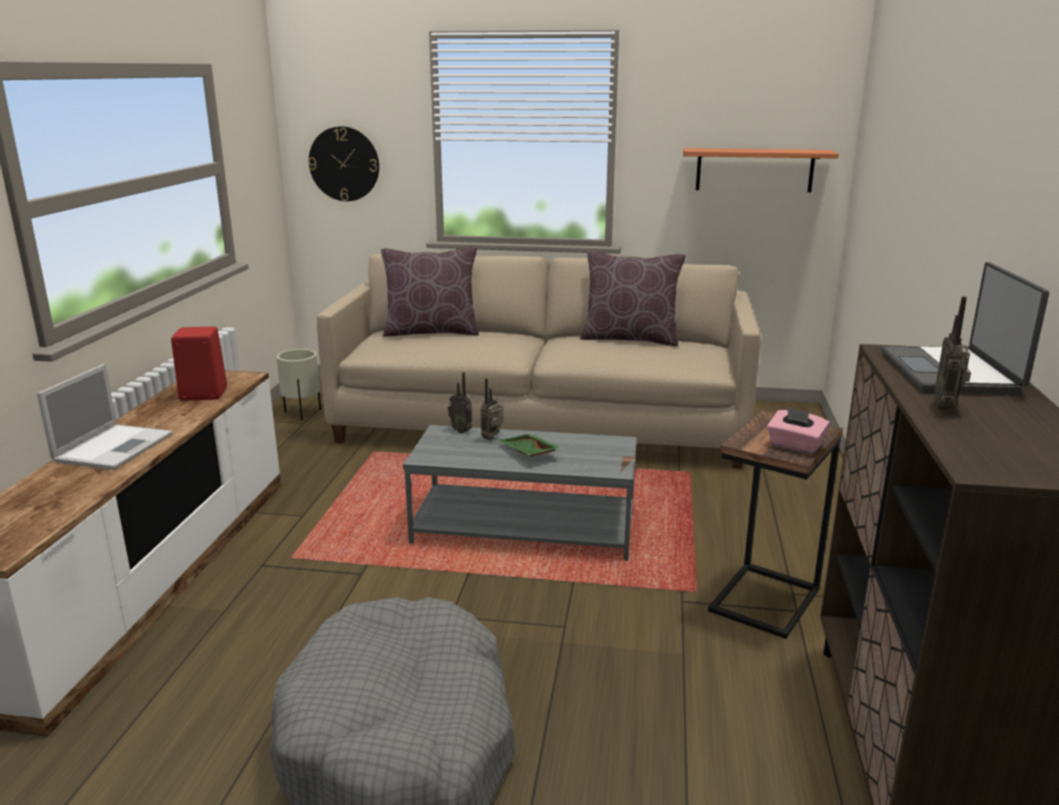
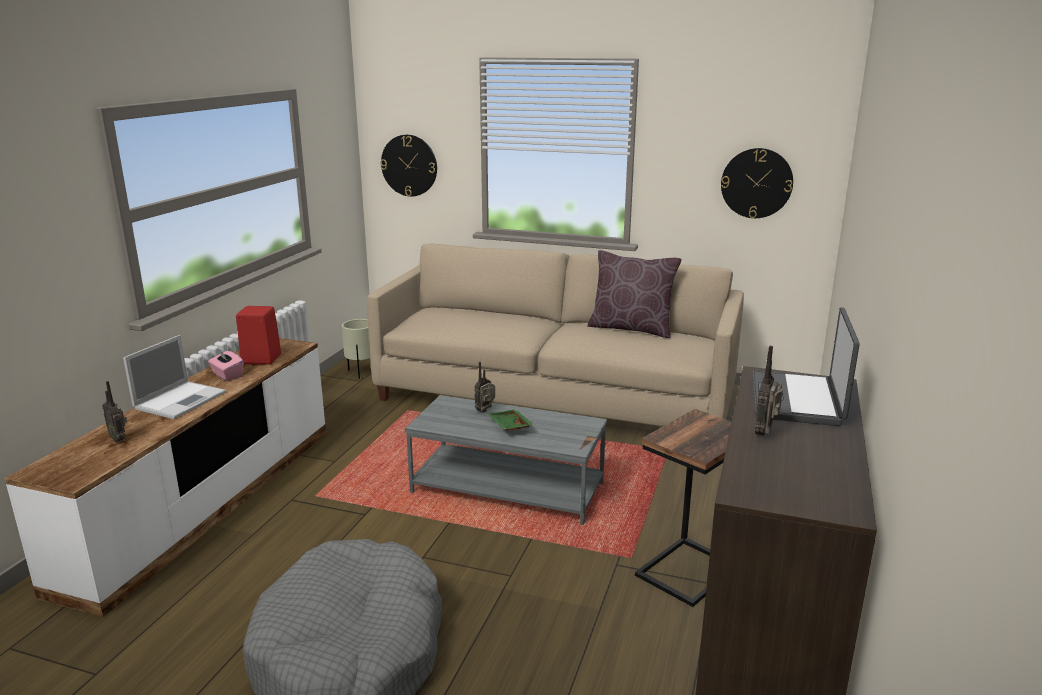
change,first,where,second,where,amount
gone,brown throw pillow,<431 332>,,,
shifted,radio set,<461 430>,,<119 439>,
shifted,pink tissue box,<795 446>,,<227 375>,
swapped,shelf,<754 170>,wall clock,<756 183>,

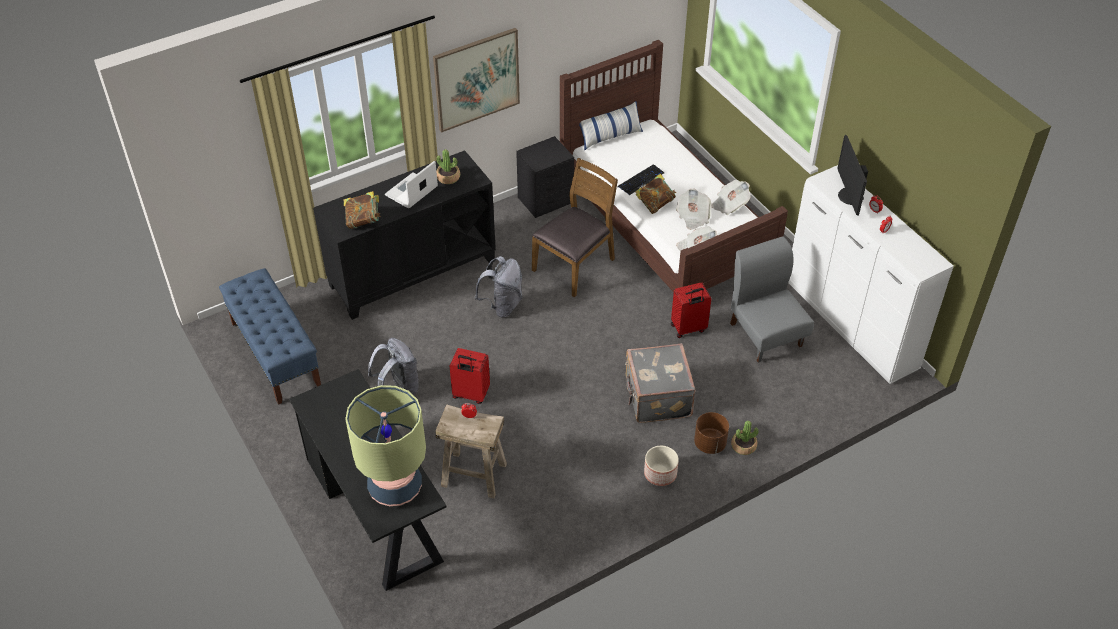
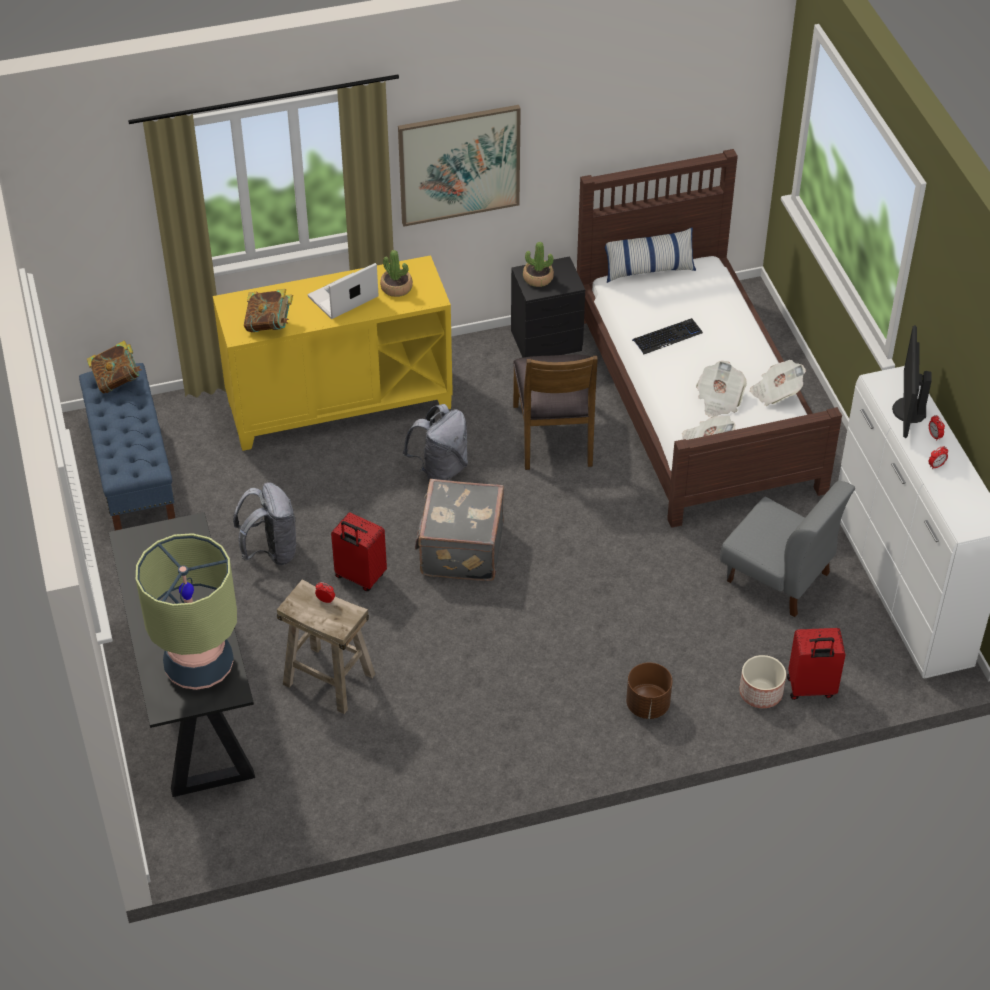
change,first,where,second,where,amount
shifted,grey travel case,<656 398>,,<460 550>,
shifted,volume,<655 204>,,<117 381>,
shifted,plant pot,<660 474>,,<760 693>,
shifted,reddish travel case,<688 328>,,<811 688>,
shifted,potted plant,<743 446>,,<538 278>,
repainted,blackish cabinet,<412 272>,yellowish cabinet,<339 404>,
rotated,brown upright chair,<575 265>,,<554 435>,120 degrees clockwise
rotated,grey upright chair,<766 334>,,<778 577>,135 degrees clockwise

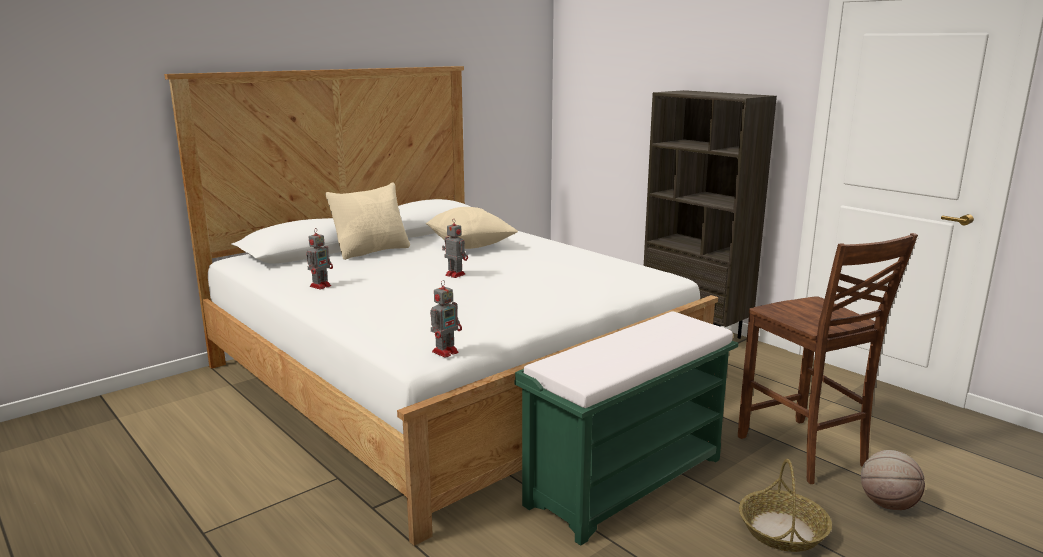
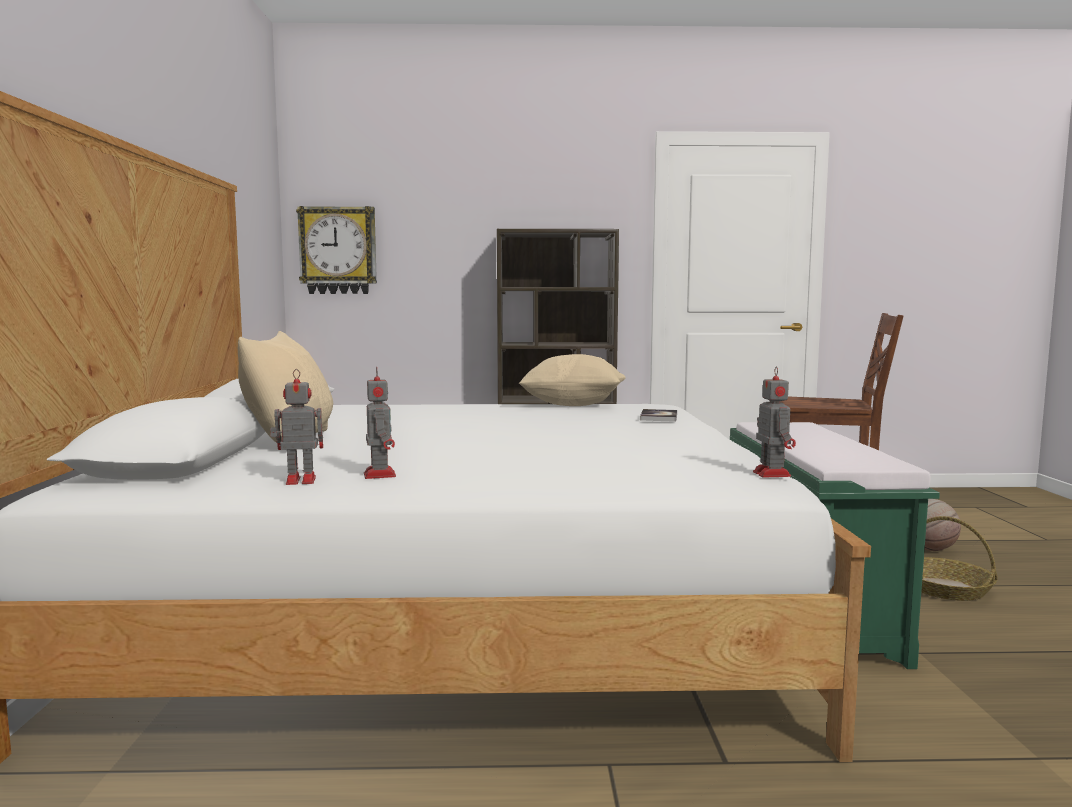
change,first,where,second,where,amount
new,,,wall clock,<338 250>,
new,,,volume,<659 417>,
shifted,sand-coloured throw pillow,<470 246>,,<573 405>,
shifted,toy robot,<454 274>,,<298 480>,

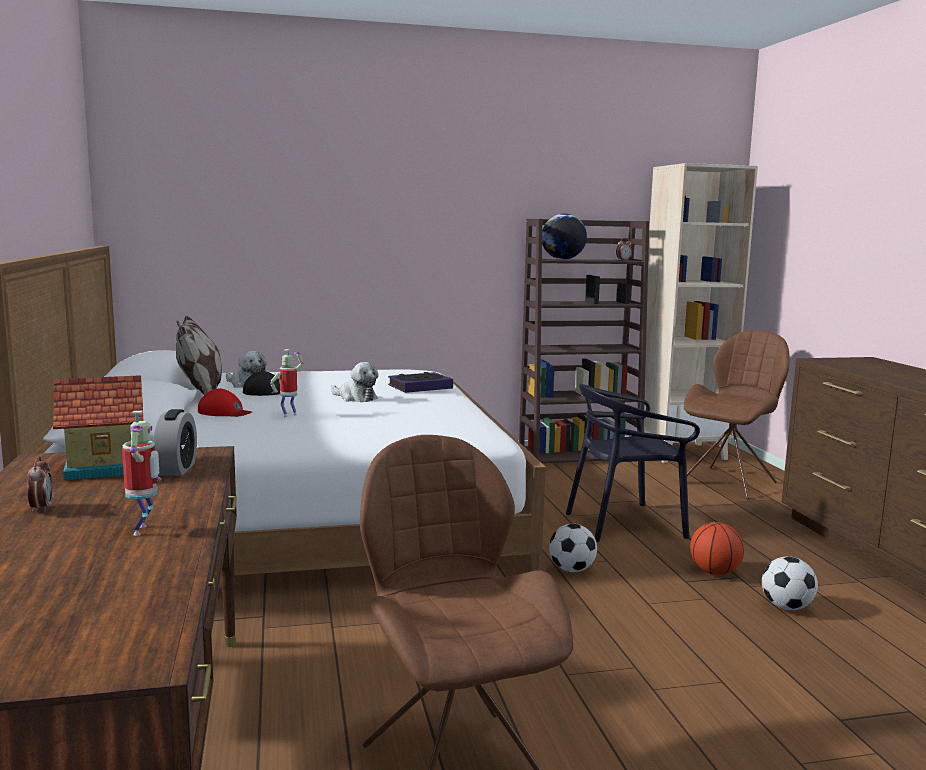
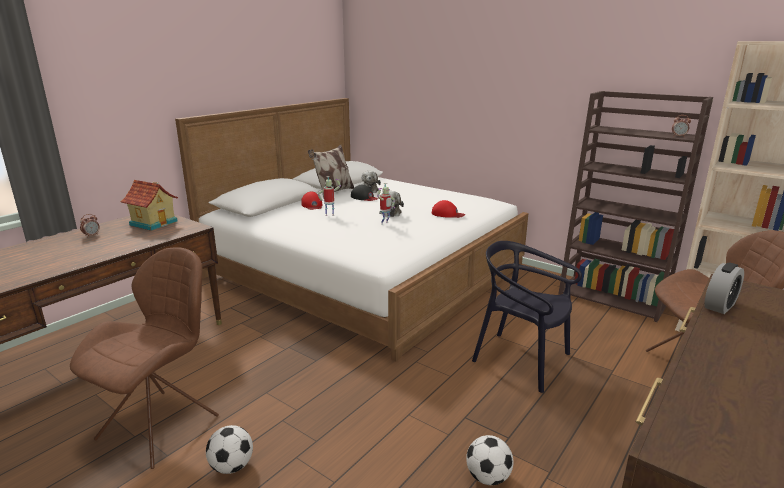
change,first,where,second,where,amount
gone,desk globe,<562 259>,,,
gone,basketball ball,<714 572>,,,
shifted,toy robot,<144 530>,,<385 223>,
shifted,table clock,<177 469>,,<719 306>,
shifted,football ball,<571 570>,,<232 466>,
swapped,volume,<420 387>,reddish cap,<447 214>,

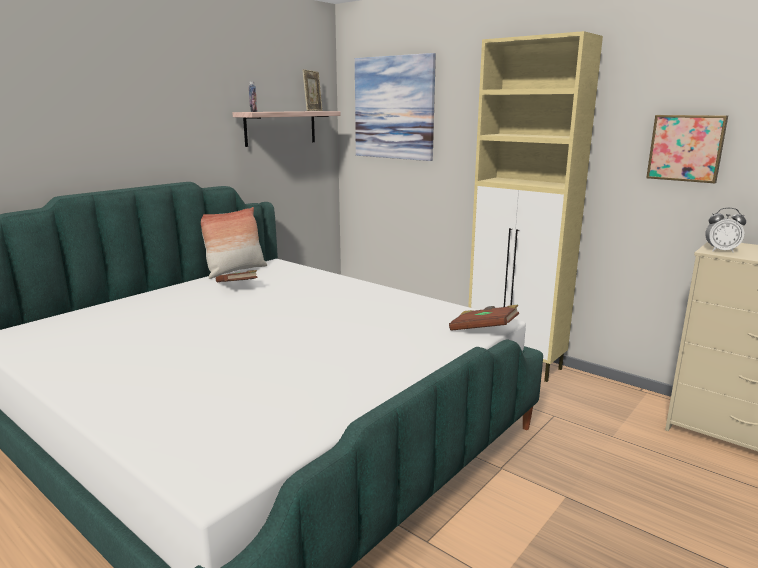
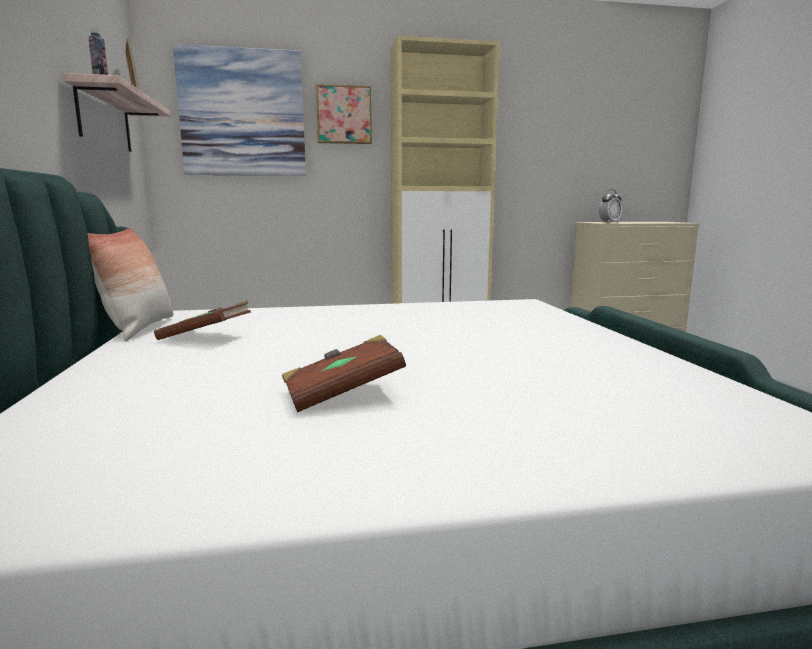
change,first,where,second,where,amount
shifted,brown volume,<483 330>,,<342 394>,
shifted,picture,<686 148>,,<344 115>,

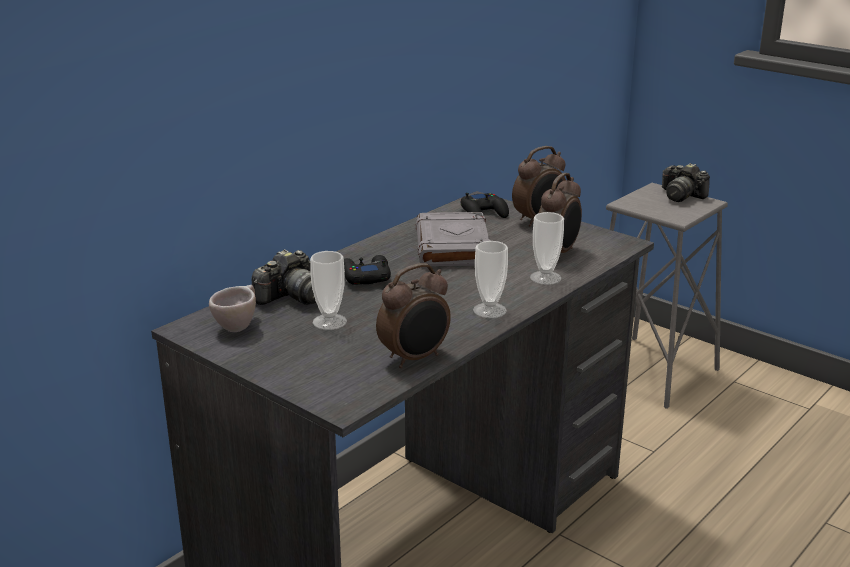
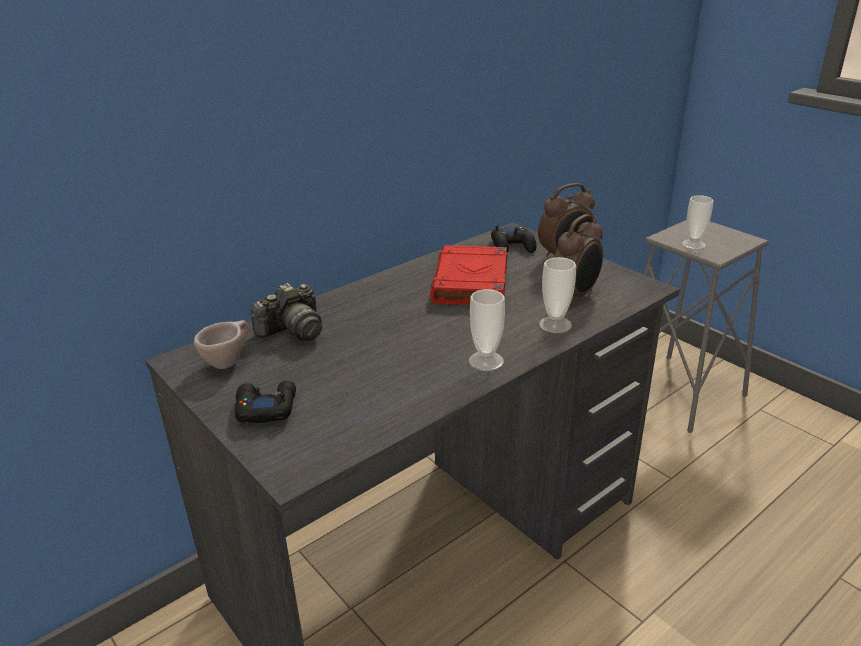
change,first,where,second,where,amount
gone,table clock,<415 358>,,,
gone,photo camera,<681 196>,,,
shifted,small cup,<329 322>,,<693 244>,
shifted,blackish game controller,<365 277>,,<266 408>,
repainted,grey volume,<453 247>,reddish volume,<471 283>,

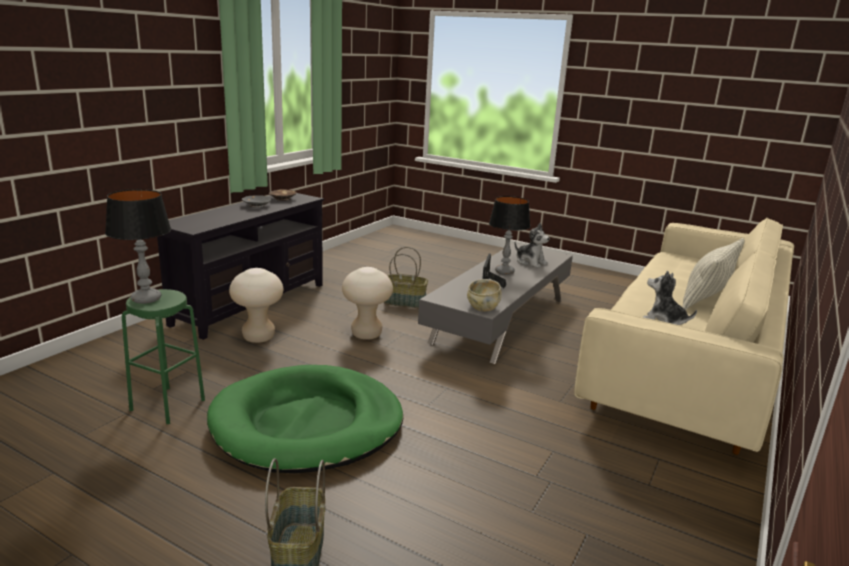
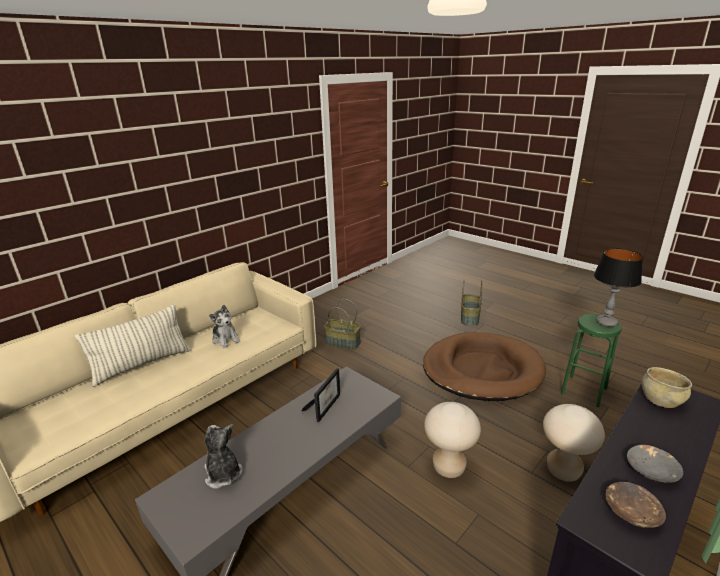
change,first,where,second,where,amount
gone,tabletop lamp,<504 272>,,,
shifted,basket,<405 302>,,<342 343>,
shifted,sand-coloured deep dish,<483 307>,,<661 400>,
repainted,greenish dog cushion,<307 424>,brown dog cushion,<482 370>,

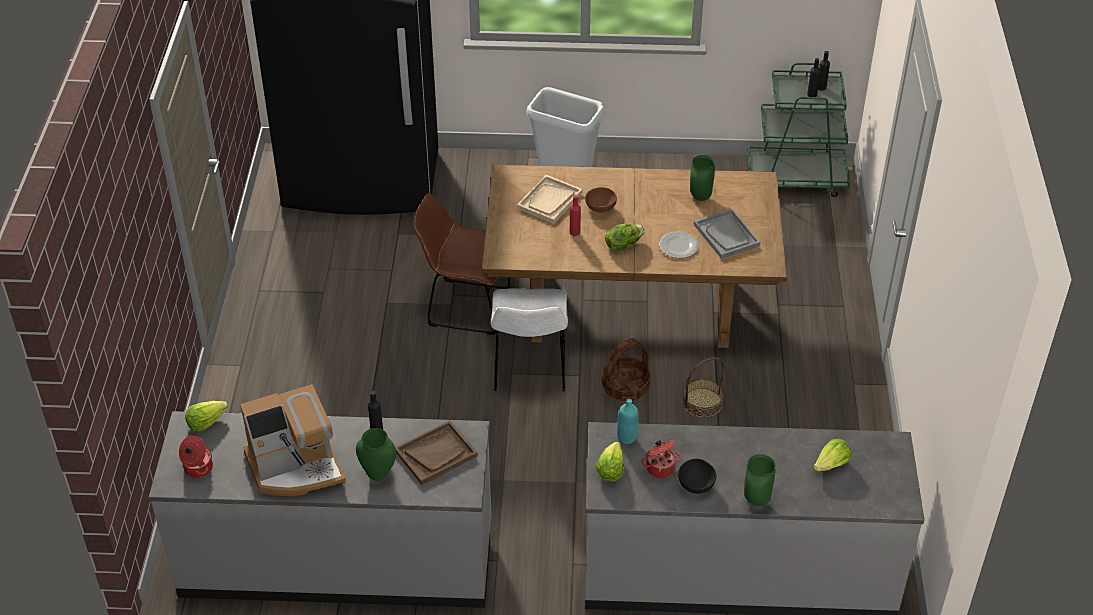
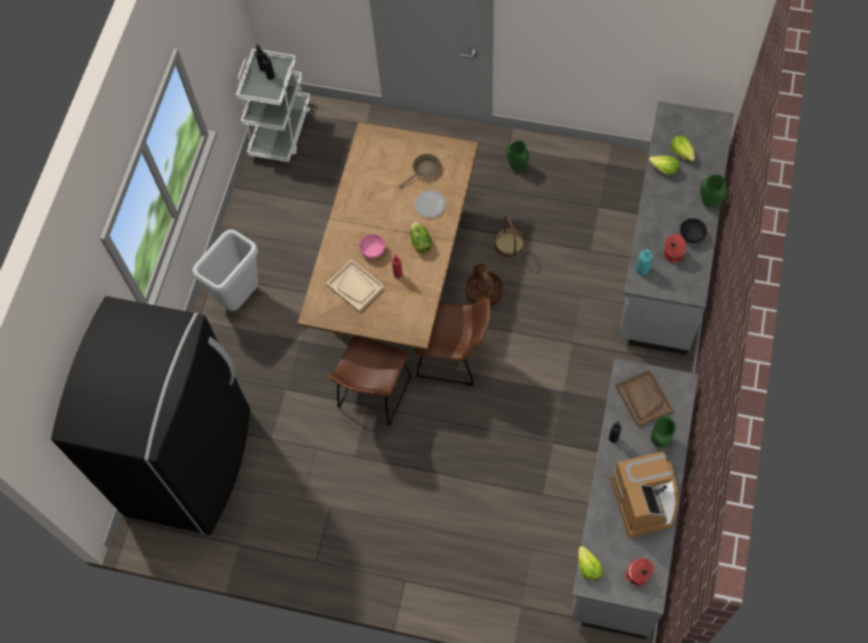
change,first,where,second,where,amount
shifted,lettuce,<610 469>,,<664 169>,
shifted,greenish vase,<701 197>,,<517 166>,
swapped,grey carrying tray,<726 235>,brown skillet,<424 170>,
repainted,whitish upright chair,<530 370>,brown upright chair,<454 357>,
repainted,brown deep dish,<600 208>,pink deep dish,<373 251>,
repainted,greenish wheeled cart,<797 178>,whitish wheeled cart,<280 130>,

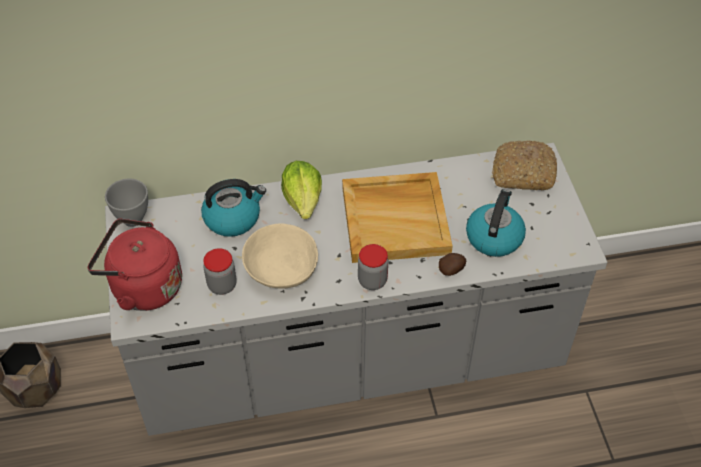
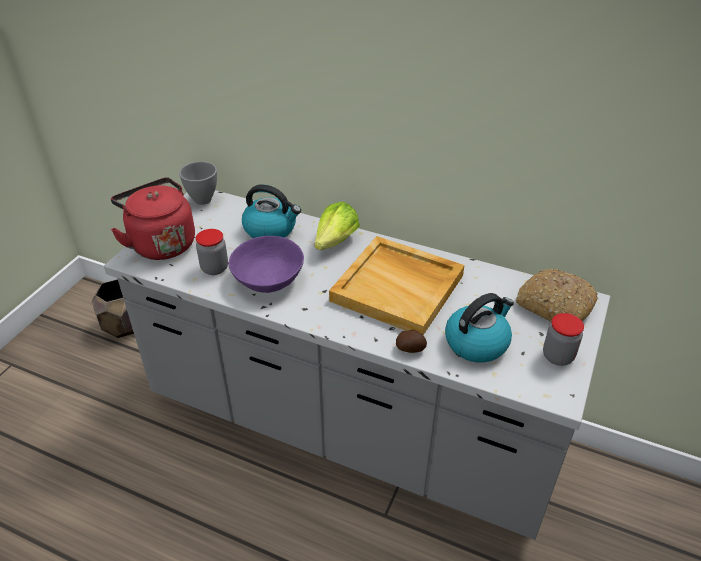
change,first,where,second,where,amount
shifted,storage jar,<372 281>,,<558 356>,
repainted,sand-coloured deep dish,<280 270>,purple deep dish,<268 279>,

